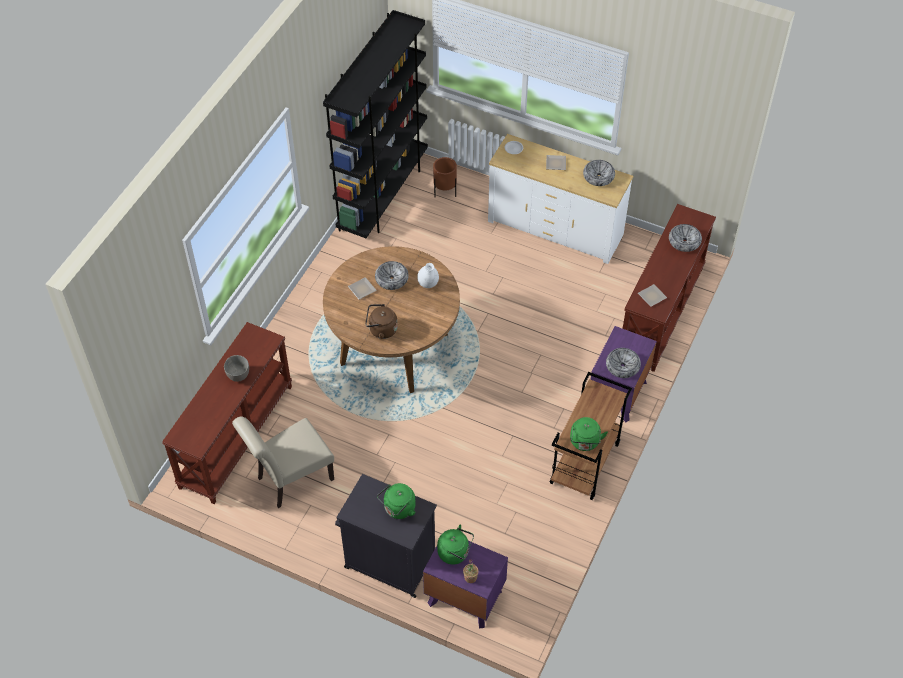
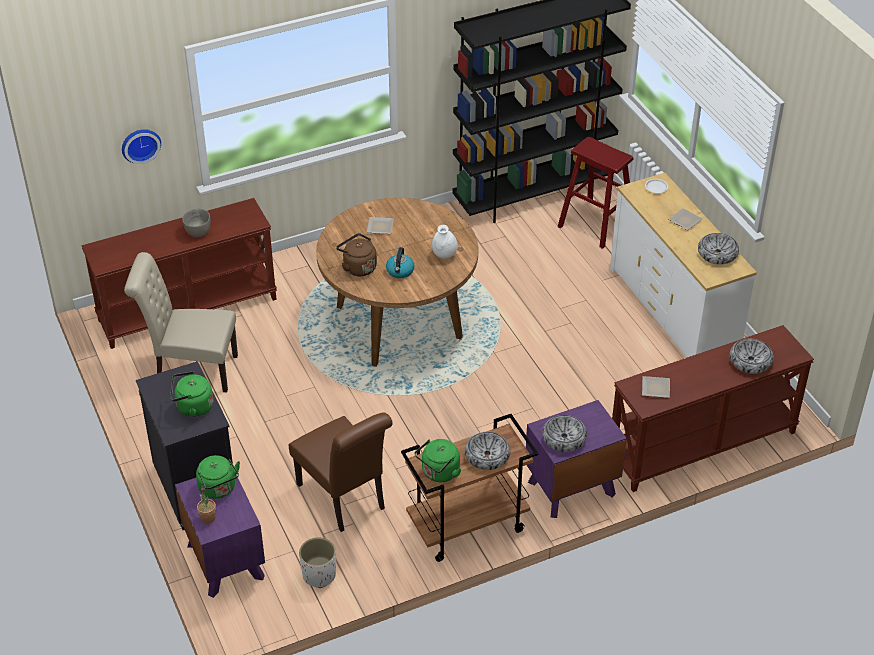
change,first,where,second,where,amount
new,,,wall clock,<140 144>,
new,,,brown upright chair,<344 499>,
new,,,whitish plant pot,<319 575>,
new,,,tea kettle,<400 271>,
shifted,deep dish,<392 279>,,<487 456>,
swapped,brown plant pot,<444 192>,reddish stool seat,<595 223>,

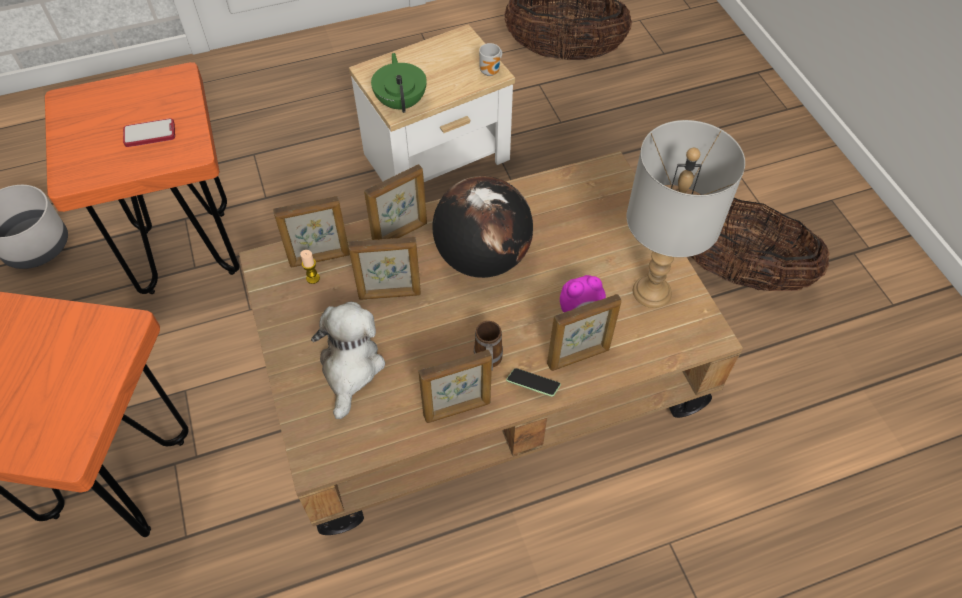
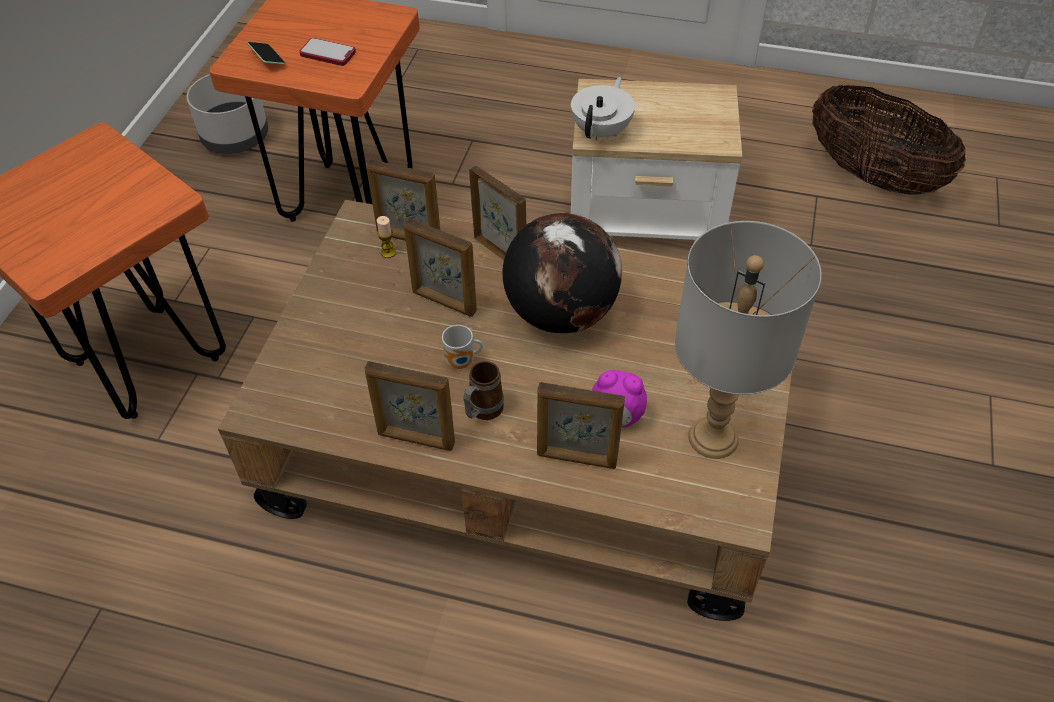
change,first,where,second,where,amount
gone,plush toy,<350 367>,,,
gone,basket,<735 271>,,,
shifted,coffee mug,<491 72>,,<462 363>,
shifted,handset,<533 385>,,<267 59>,
repainted,greenish teapot,<401 102>,whitish teapot,<602 131>,
rotated,photo frame,<401 234>,,<501 253>,135 degrees counterclockwise

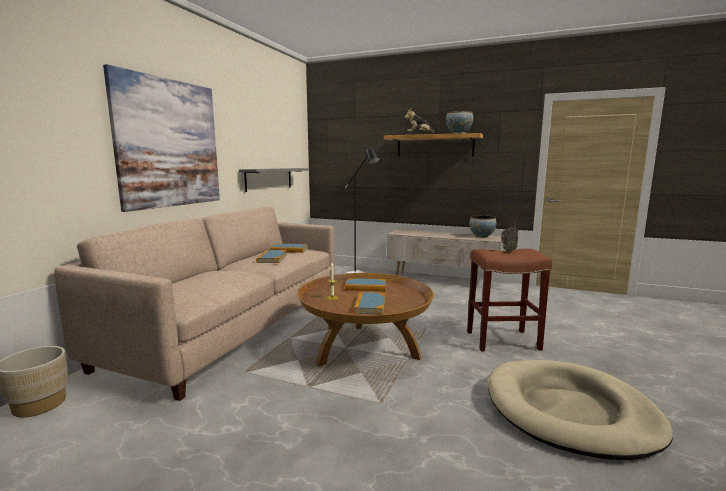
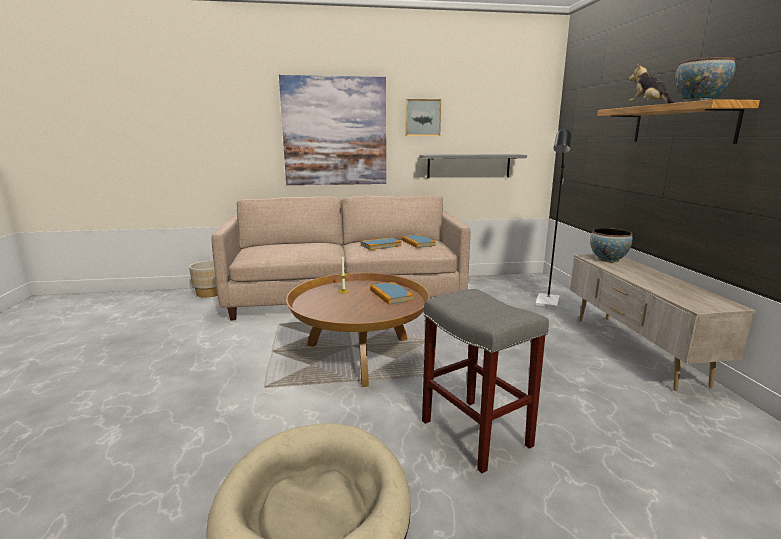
change,first,where,second,where,amount
gone,volume,<370 305>,,,
gone,radio set,<507 251>,,,
new,,,picture,<422 117>,
shifted,deep dish,<481 236>,,<608 259>,
repainted,brown stool seat,<503 340>,grey stool seat,<477 433>,

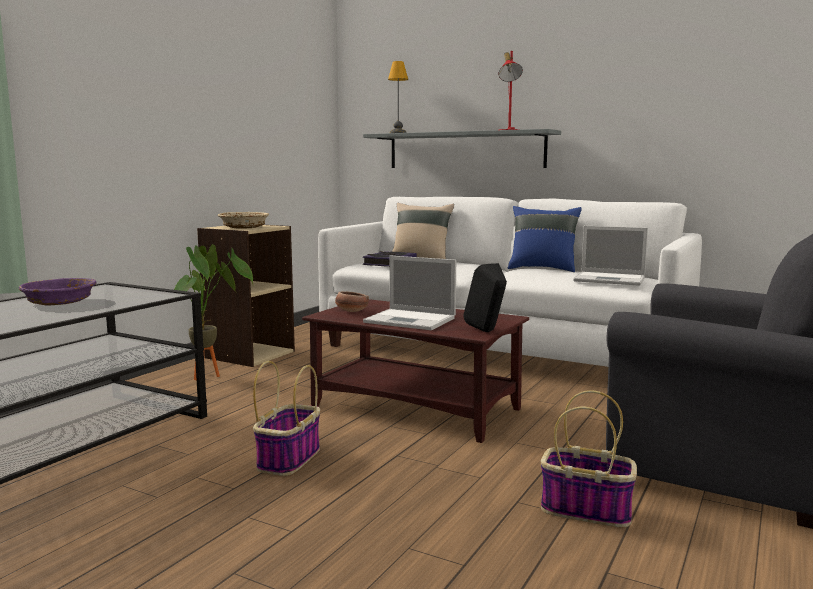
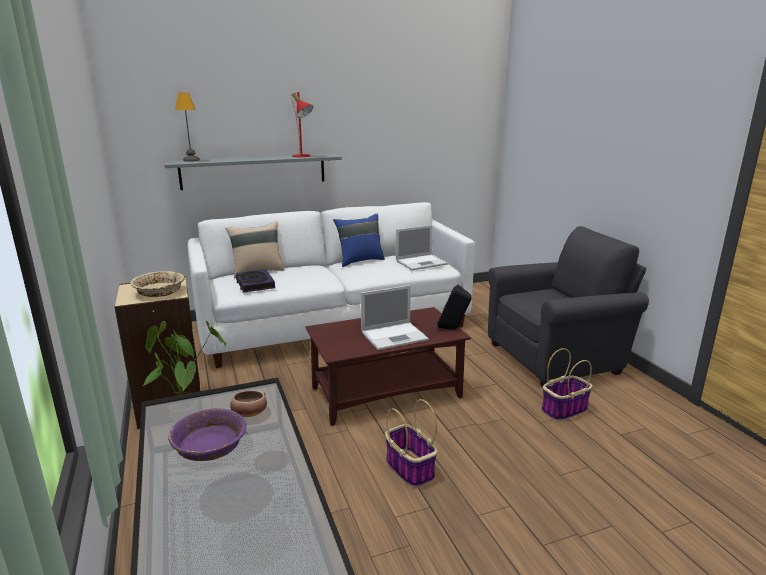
change,first,where,second,where,amount
shifted,deep dish,<351 311>,,<249 414>,

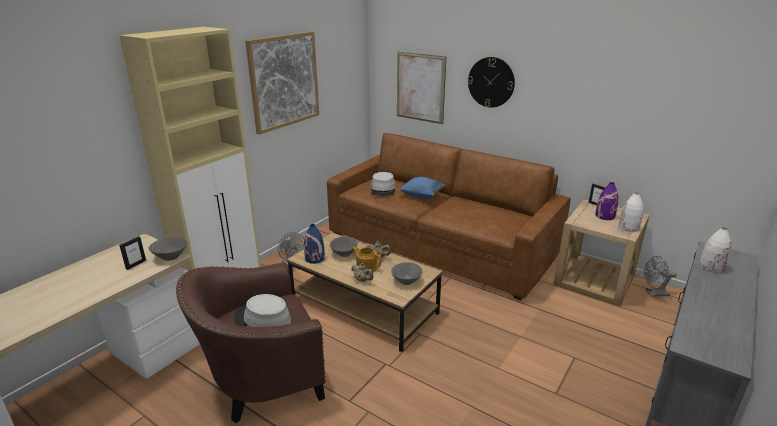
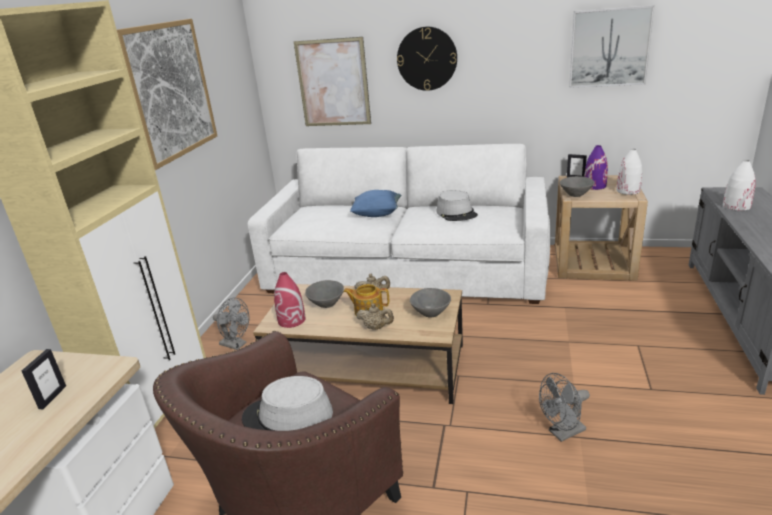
change,first,where,second,where,amount
new,,,picture,<609 47>,
shifted,grey deep dish,<170 257>,,<575 194>,
shifted,grey wearable hat,<383 189>,,<456 213>,
shifted,grey fan,<654 293>,,<562 433>,
repainted,blue-coloured vase,<315 258>,reddish vase,<292 320>,
repainted,brown settee,<441 244>,whitish settee,<407 269>,

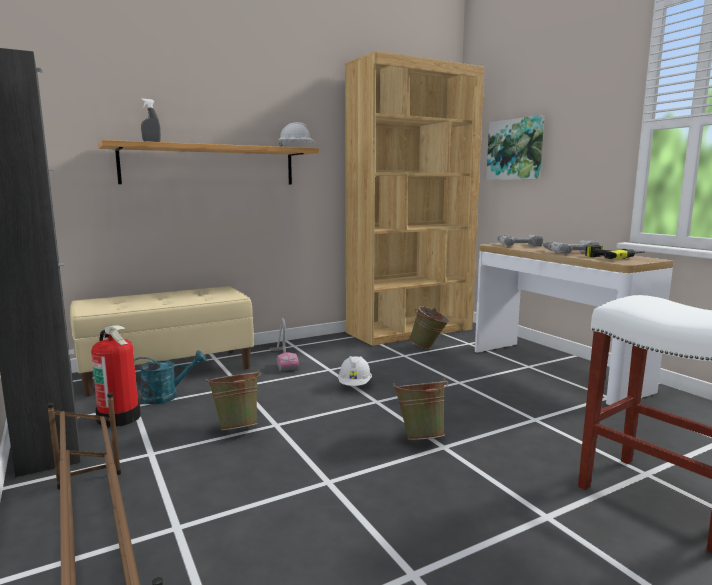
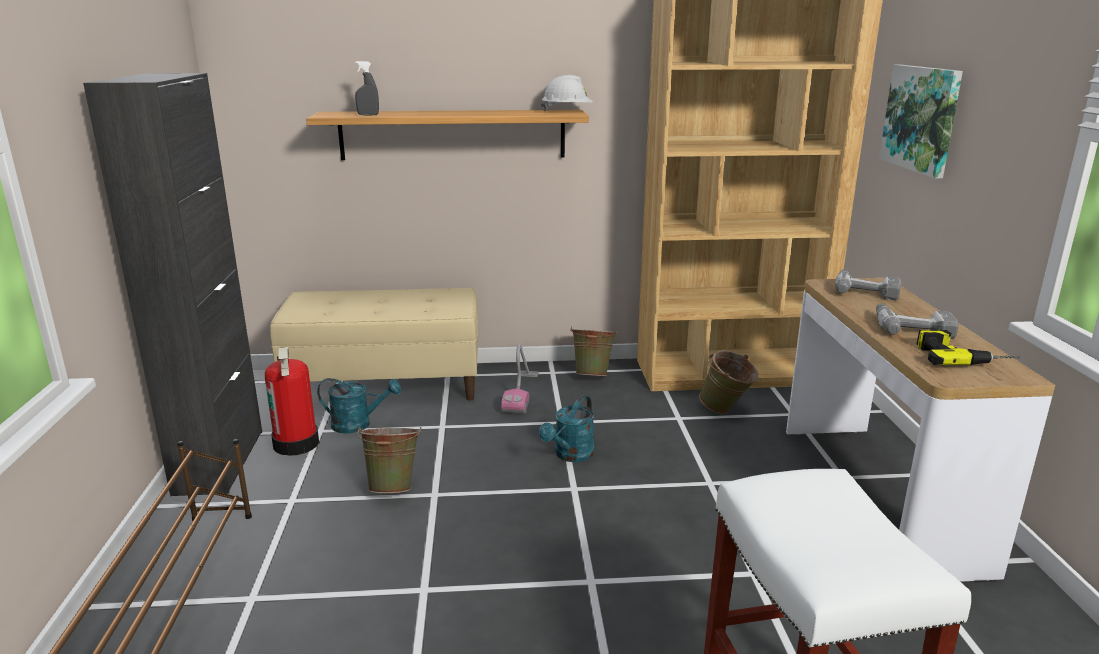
change,first,where,second,where,amount
shifted,greenish bucket,<420 436>,,<592 375>,
swapped,whitish hard hat,<355 385>,blue-green watering pot,<570 455>,

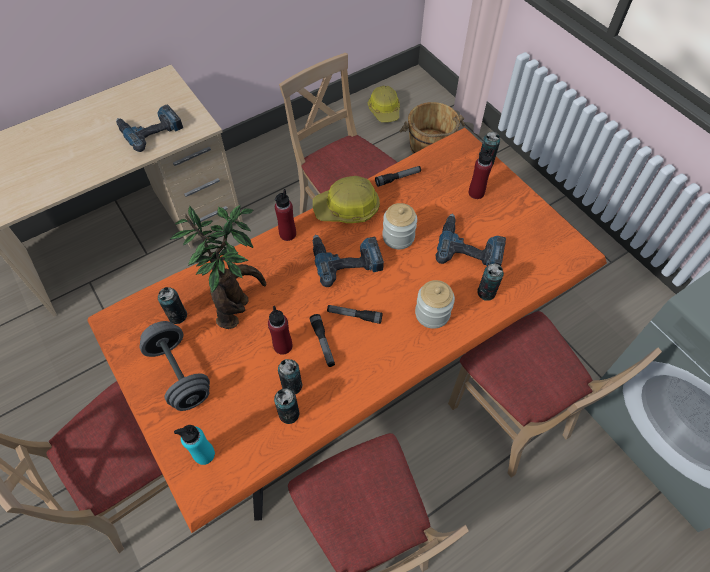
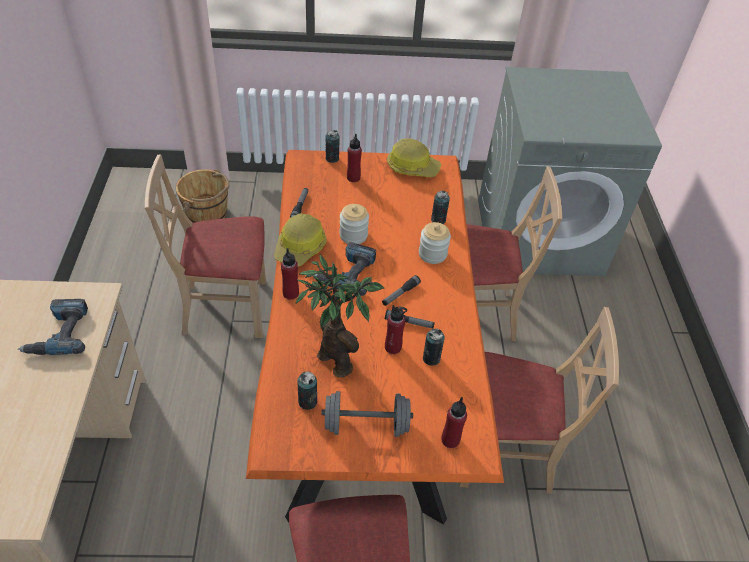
change,first,where,second,where,amount
gone,can,<289 414>,,,
gone,electric drill,<470 247>,,,
shifted,hard hat,<385 110>,,<412 167>,
repainted,blue-green drink bottle,<204 454>,reddish drink bottle,<450 439>,

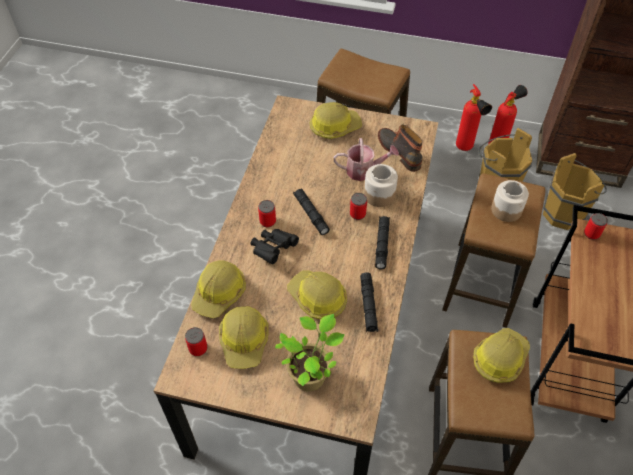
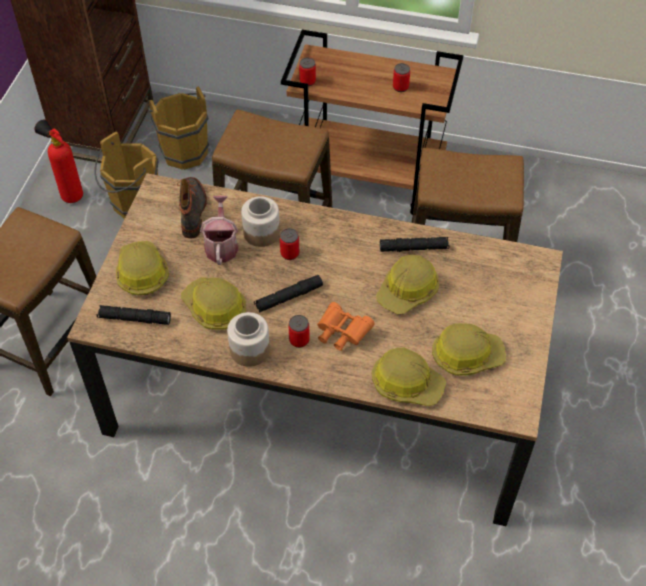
change,first,where,second,where,amount
gone,potted plant,<310 375>,,,
gone,fire extinguisher,<466 149>,,,
shifted,can,<198 348>,,<400 87>,
shifted,blackish torch,<382 244>,,<134 318>,
shifted,hard hat,<499 358>,,<214 308>,
shifted,storage jar,<506 210>,,<249 349>,
repainted,blackish binoculars,<273 249>,orange binoculars,<341 333>,
rotated,tall boot,<400 151>,,<193 210>,120 degrees clockwise

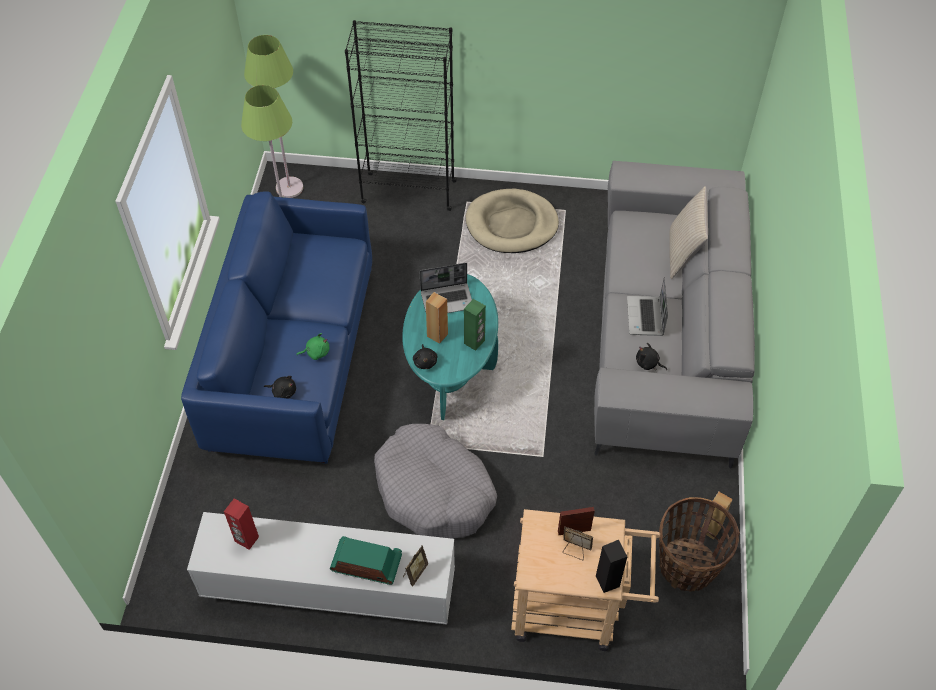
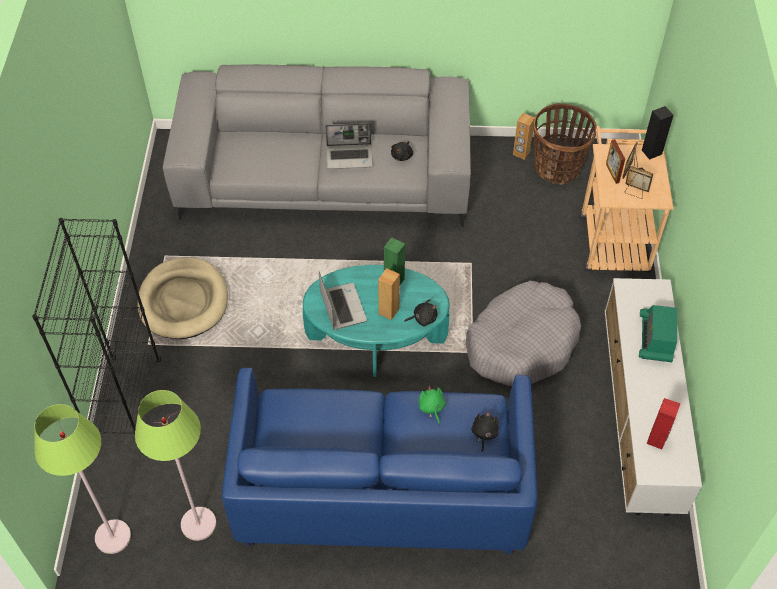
change,first,where,second,where,amount
gone,sand-coloured throw pillow,<683 253>,,,
shifted,photo frame,<414 572>,,<635 192>,

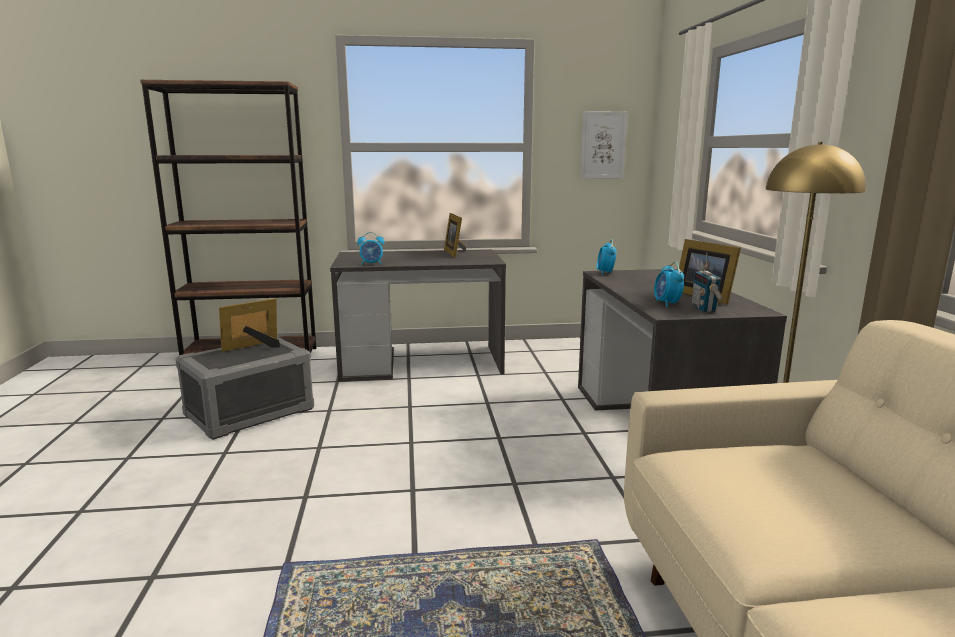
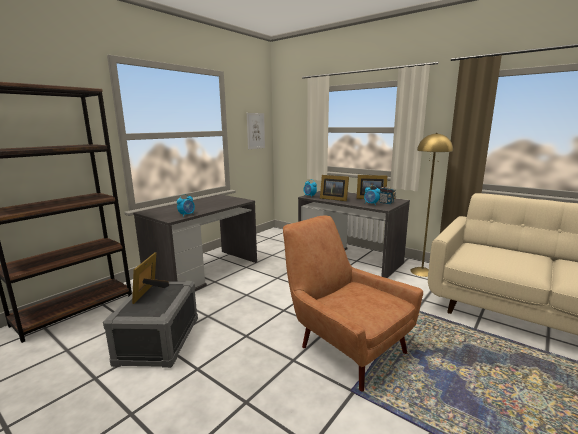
change,first,where,second,where,amount
new,,,brown armchair,<344 346>,
shifted,photo frame,<455 253>,,<333 199>,

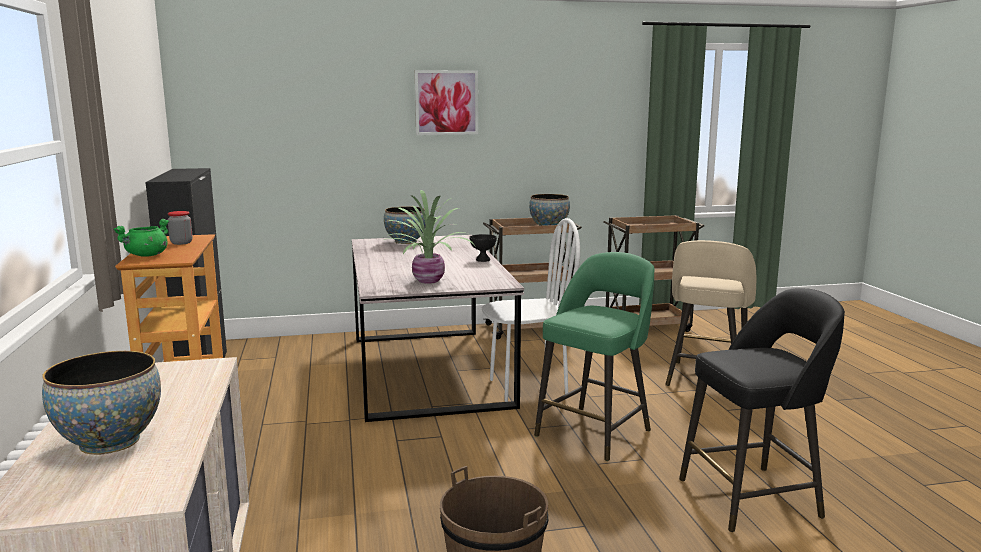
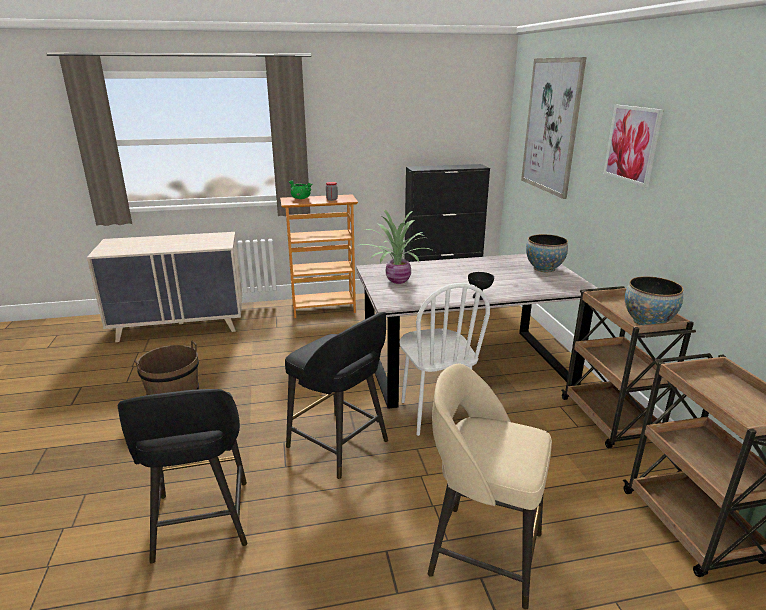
change,first,where,second,where,amount
gone,deep dish,<110 442>,,,
new,,,picture,<551 126>,
repainted,greenish stool seat,<595 431>,blackish stool seat,<340 445>,

